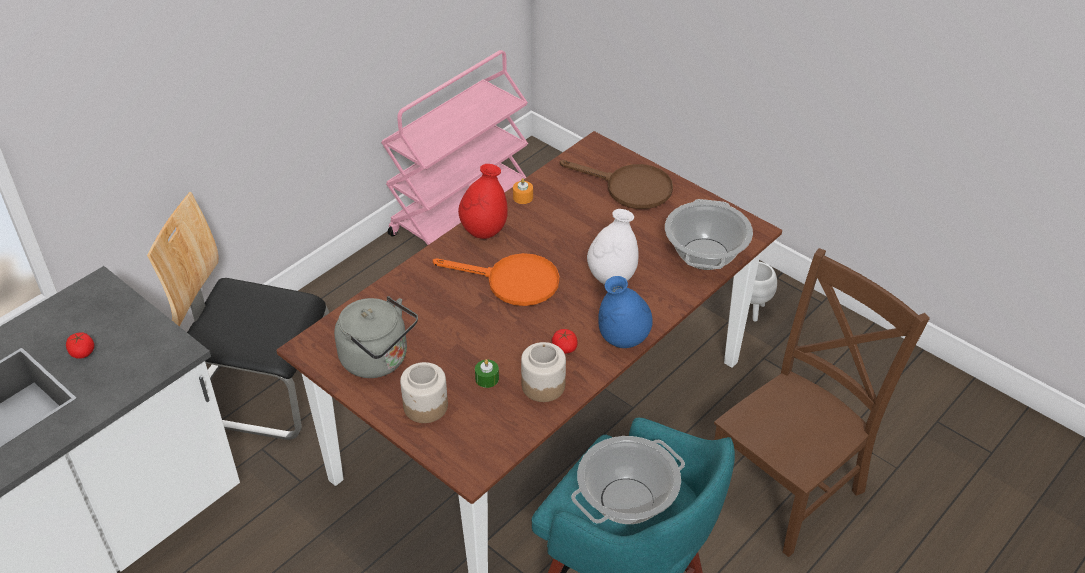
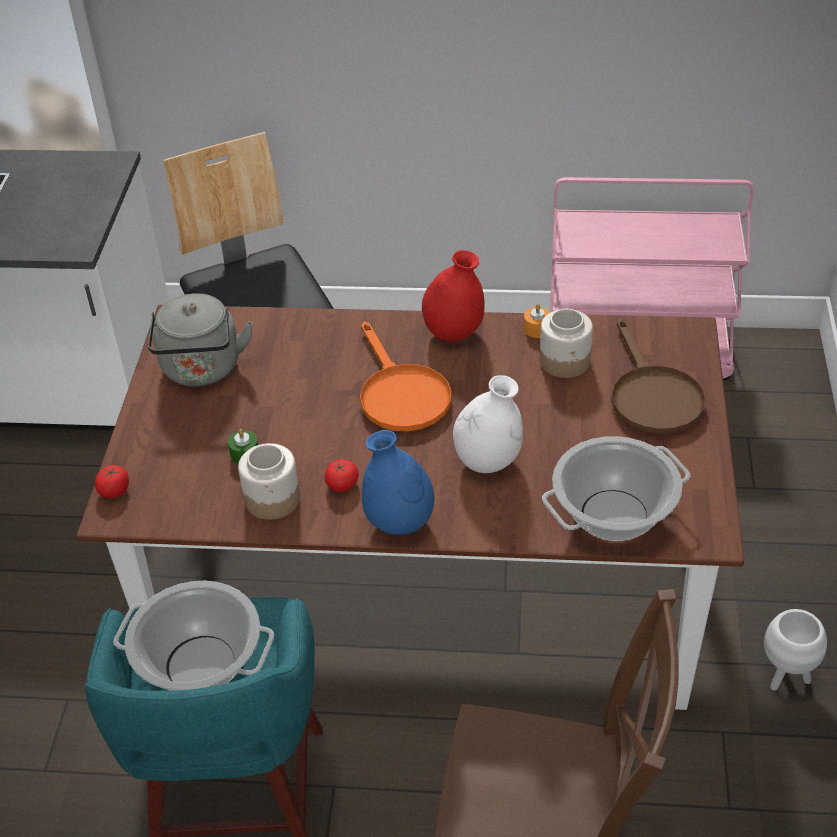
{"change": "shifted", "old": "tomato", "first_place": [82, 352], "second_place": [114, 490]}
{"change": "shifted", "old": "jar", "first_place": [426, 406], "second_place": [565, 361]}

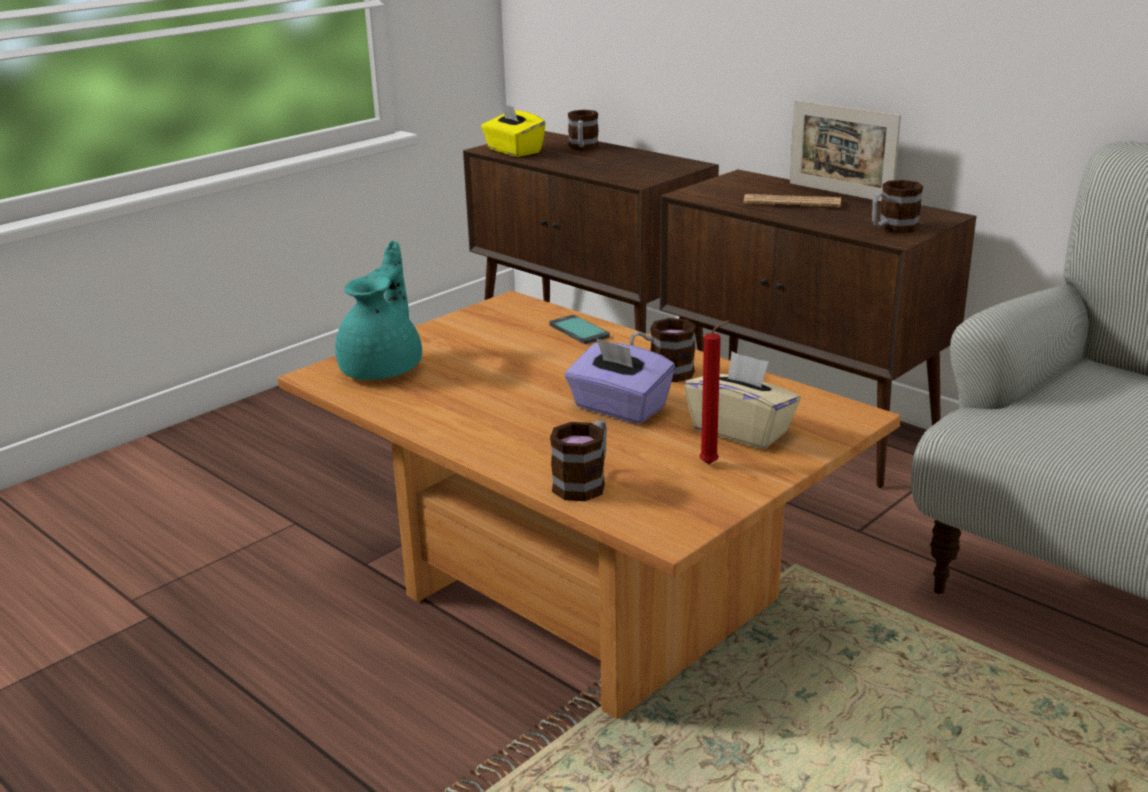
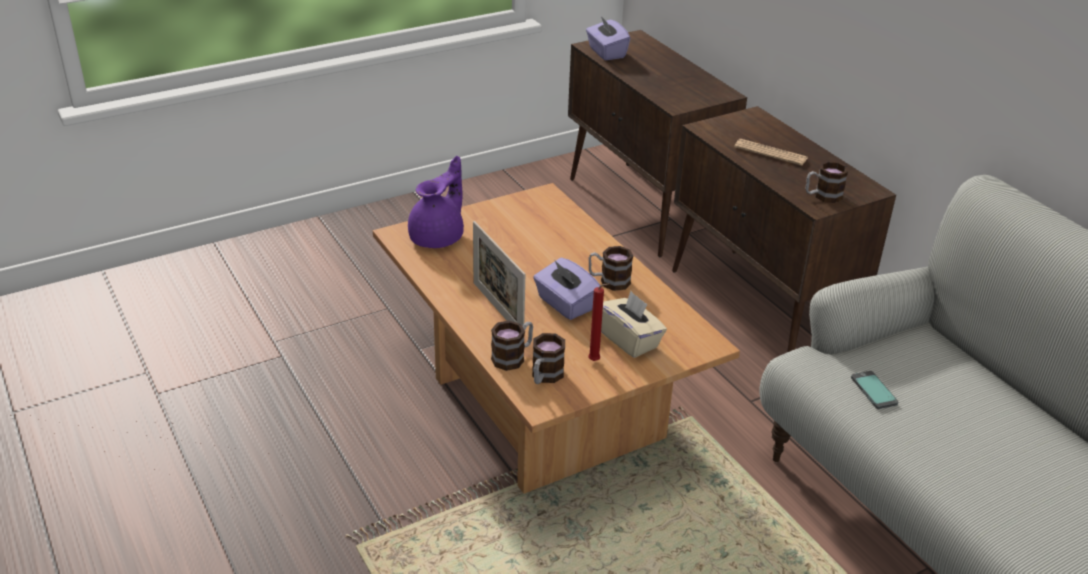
{"change": "shifted", "old": "picture frame", "first_place": [839, 193], "second_place": [497, 309]}
{"change": "repainted", "old": "yellow tissue box", "new": "purple tissue box", "first_place": [513, 151], "second_place": [606, 52]}
{"change": "shifted", "old": "mug", "first_place": [583, 148], "second_place": [545, 377]}
{"change": "repainted", "old": "turquoise teapot", "new": "purple teapot", "first_place": [384, 368], "second_place": [438, 237]}
{"change": "shifted", "old": "phone", "first_place": [578, 331], "second_place": [873, 391]}

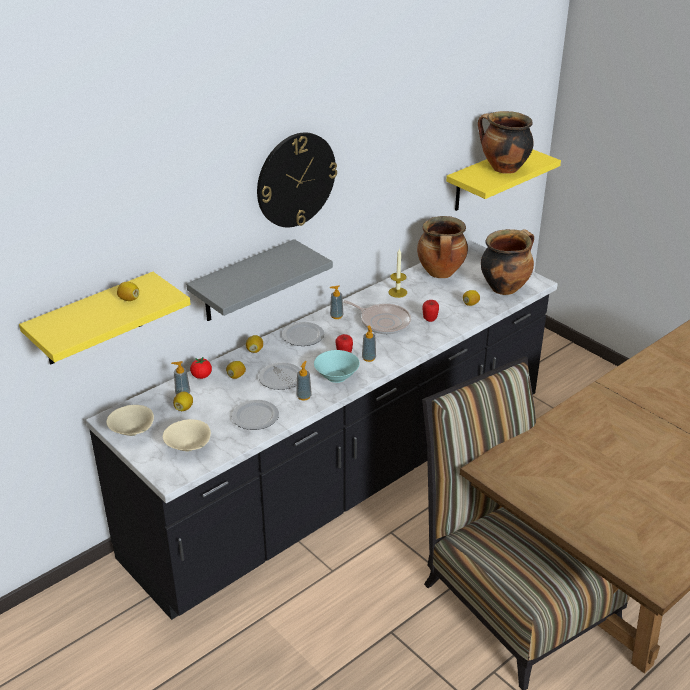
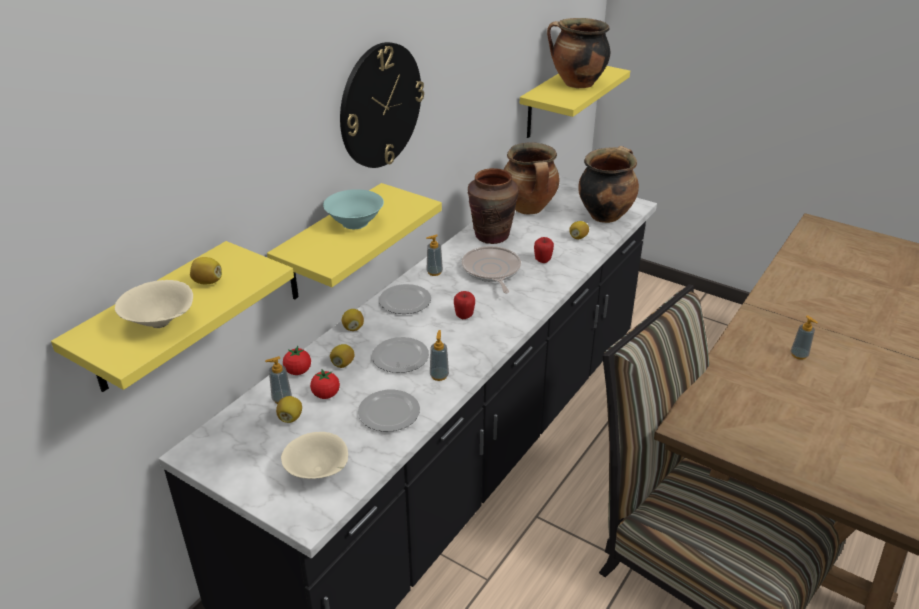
{"change": "repainted", "old": "grey shelf", "new": "yellow shelf", "first_place": [243, 282], "second_place": [330, 243]}
{"change": "swapped", "old": "candle", "new": "brown vase", "first_place": [397, 292], "second_place": [491, 236]}
{"change": "rotated", "old": "frying pan", "first_place": [383, 322], "second_place": [491, 271], "degrees": -120}
{"change": "shifted", "old": "soap dispenser", "first_place": [369, 358], "second_place": [799, 355]}
{"change": "shifted", "old": "turquoise bowl", "first_place": [337, 377], "second_place": [355, 223]}
{"change": "shifted", "old": "beige bowl", "first_place": [133, 433], "second_place": [161, 324]}
{"change": "new", "new": "tomato", "second_place": [326, 395]}

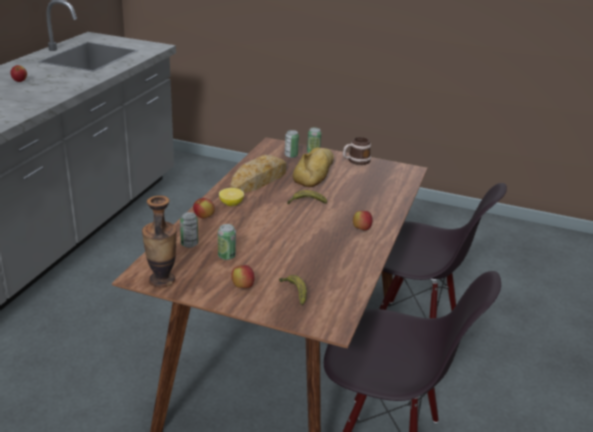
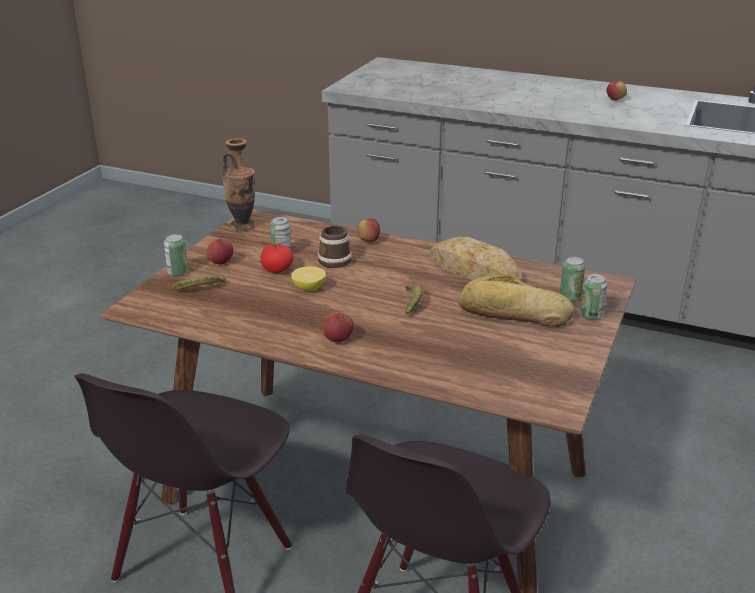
{"change": "shifted", "old": "mug", "first_place": [355, 161], "second_place": [333, 259]}
{"change": "shifted", "old": "lemon", "first_place": [231, 204], "second_place": [309, 288]}
{"change": "shifted", "old": "can", "first_place": [189, 244], "second_place": [178, 272]}
{"change": "new", "new": "tomato", "second_place": [277, 270]}

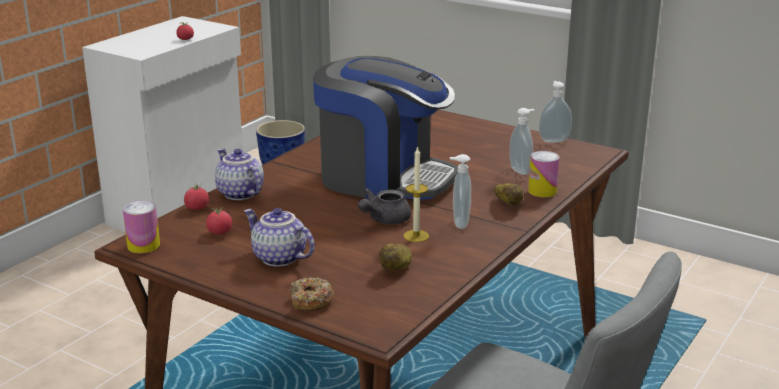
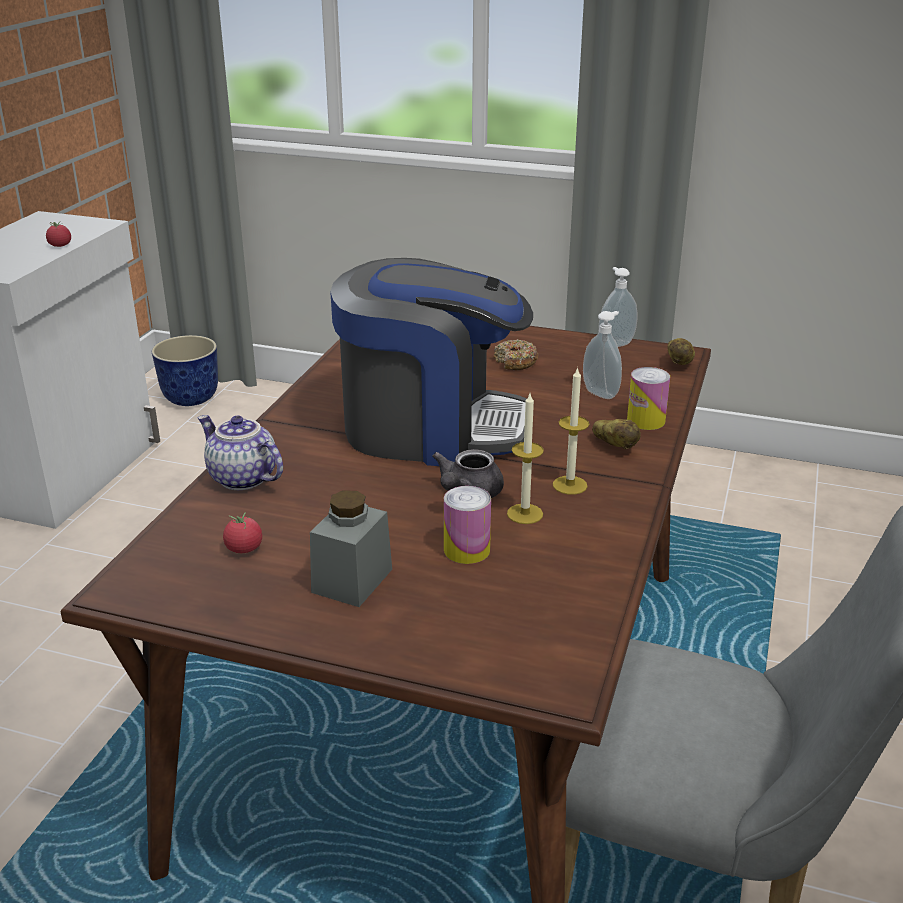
{"change": "swapped", "old": "soap dispenser", "new": "candle", "first_place": [459, 223], "second_place": [569, 485]}
{"change": "gone", "old": "tomato", "first_place": [197, 208]}
{"change": "shifted", "old": "can", "first_place": [143, 245], "second_place": [467, 550]}
{"change": "swapped", "old": "teapot", "new": "grey jar", "first_place": [278, 258], "second_place": [352, 580]}
{"change": "shifted", "old": "potato", "first_place": [397, 268], "second_place": [680, 363]}
{"change": "shifted", "old": "donut", "first_place": [311, 301], "second_place": [515, 362]}

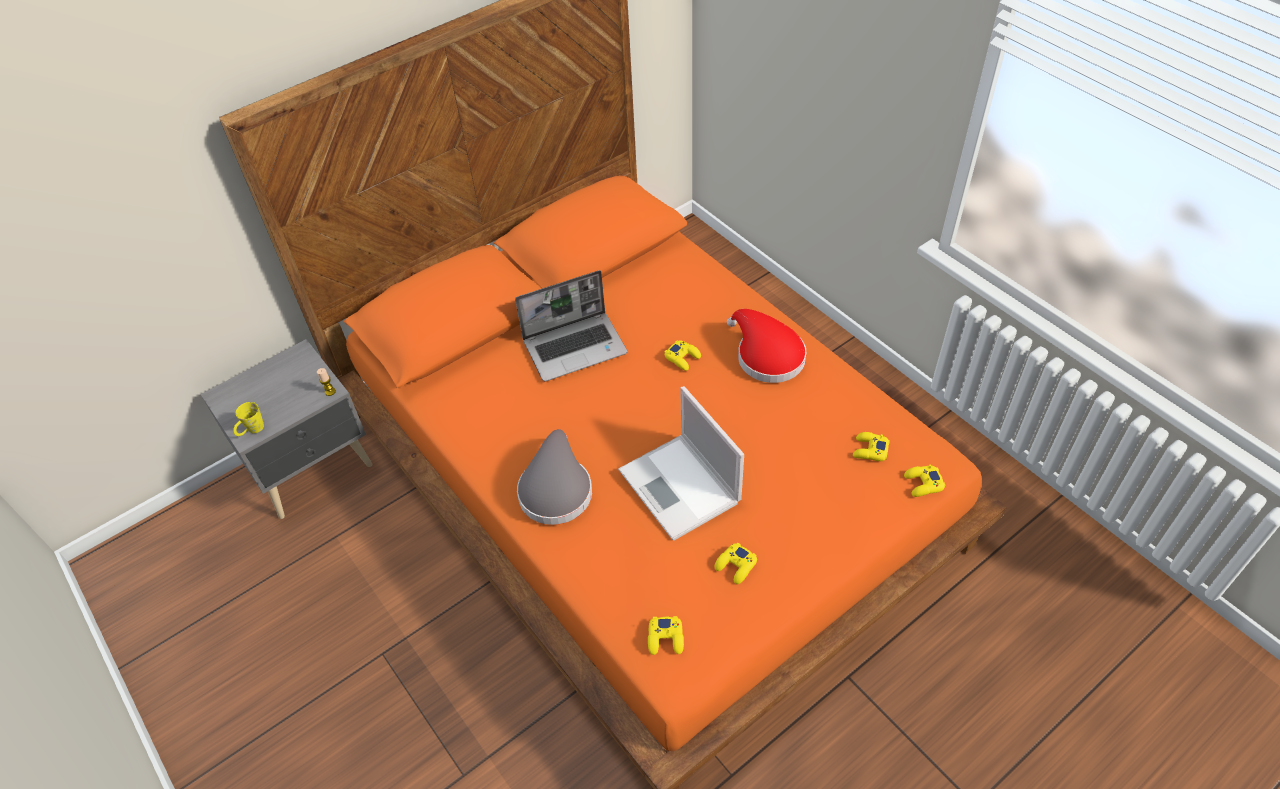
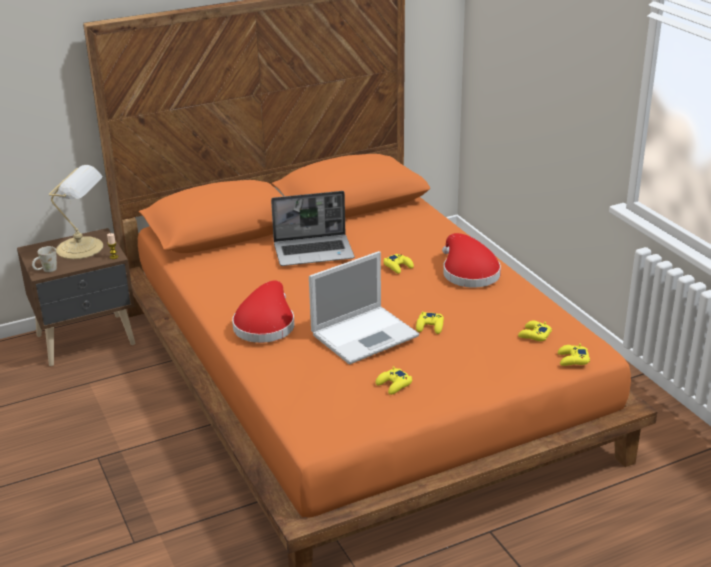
{"change": "repainted", "old": "grey nightstand", "new": "brown nightstand", "first_place": [313, 469], "second_place": [87, 341]}
{"change": "rotated", "old": "laptop", "first_place": [681, 487], "second_place": [366, 334], "degrees": -105}
{"change": "repainted", "old": "yellow mug", "new": "white mug", "first_place": [252, 431], "second_place": [46, 270]}
{"change": "repainted", "old": "grey hat", "new": "red hat", "first_place": [555, 488], "second_place": [265, 324]}
{"change": "shifted", "old": "yellow game controller", "first_place": [666, 638], "second_place": [430, 326]}
{"change": "new", "new": "table lamp", "second_place": [82, 248]}

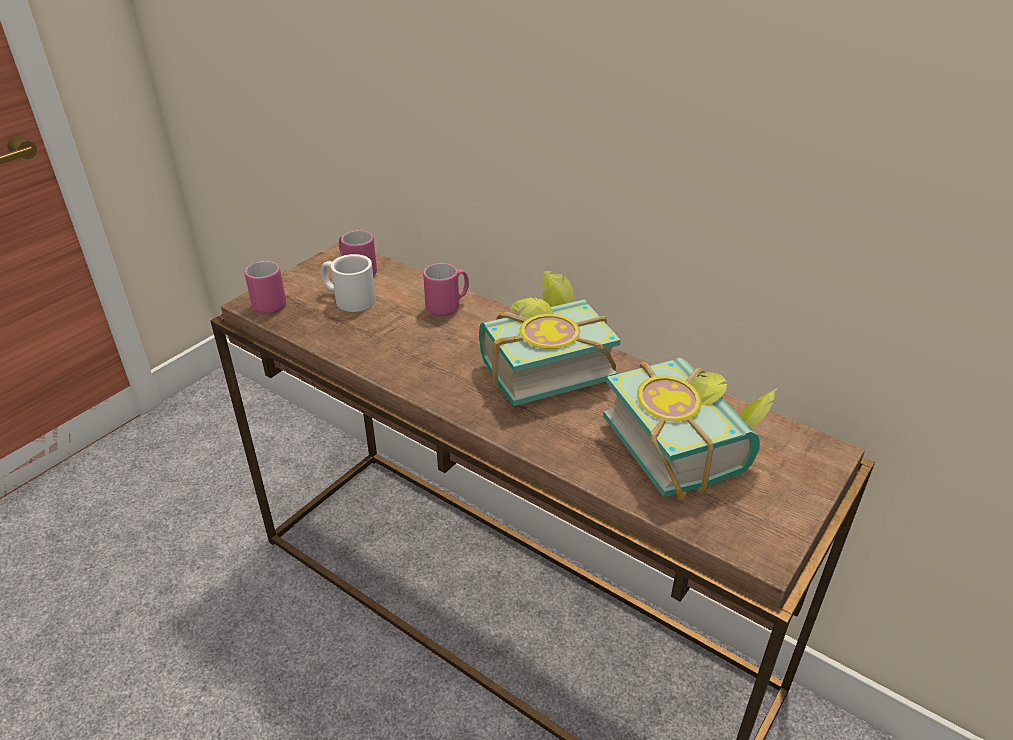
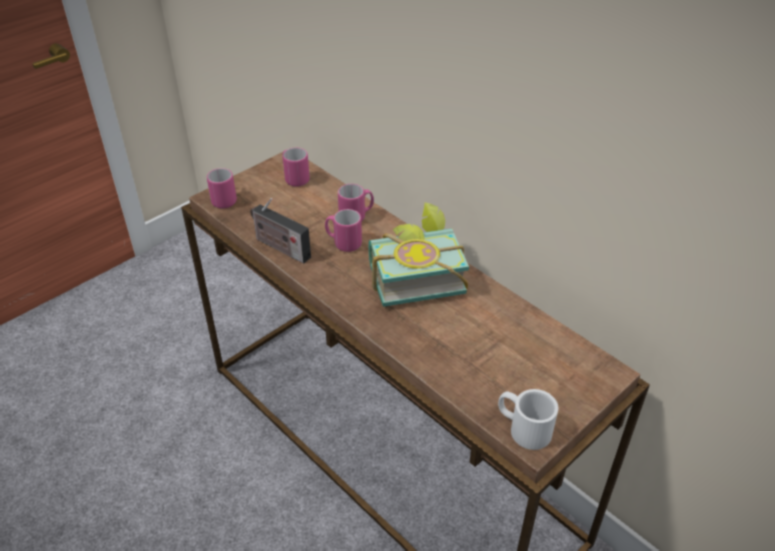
{"change": "shifted", "old": "white mug", "first_place": [348, 298], "second_place": [522, 428]}
{"change": "gone", "old": "book", "first_place": [687, 445]}
{"change": "new", "new": "radio", "second_place": [280, 247]}
{"change": "new", "new": "pink mug", "second_place": [343, 243]}

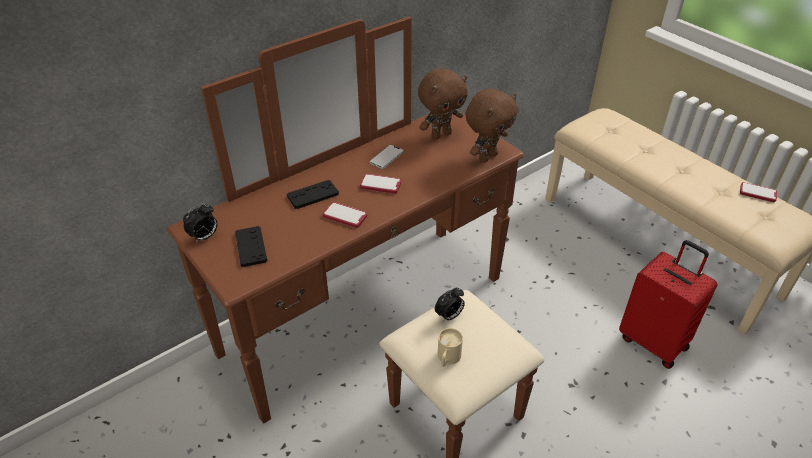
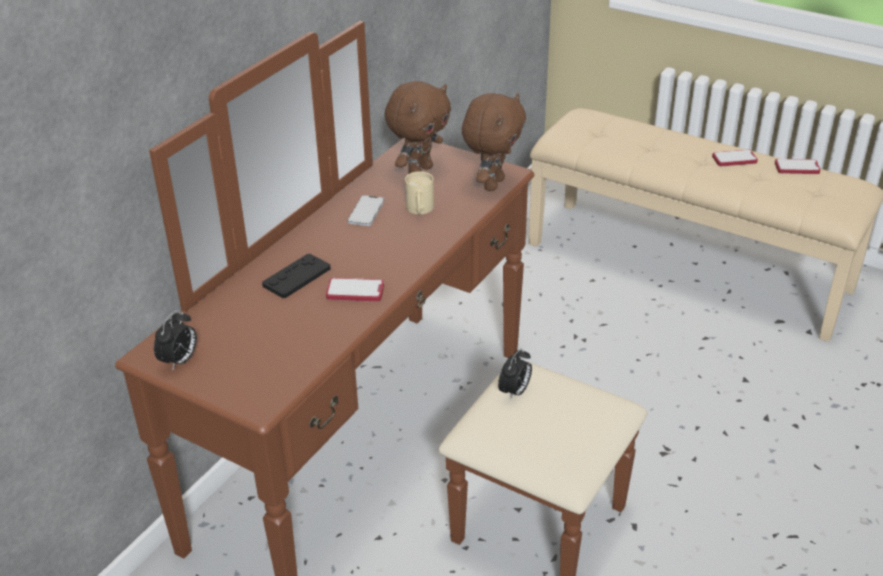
{"change": "shifted", "old": "phone", "first_place": [380, 185], "second_place": [734, 159]}
{"change": "gone", "old": "black game controller", "first_place": [251, 247]}
{"change": "gone", "old": "red suitcase", "first_place": [654, 342]}
{"change": "shifted", "old": "beige mug", "first_place": [447, 359], "second_place": [419, 210]}

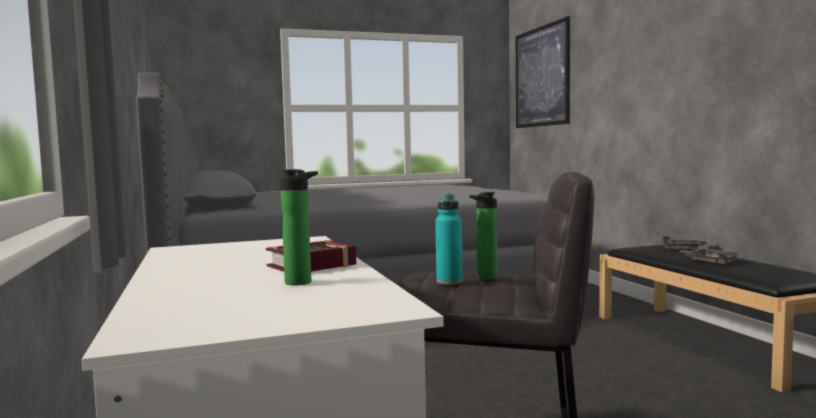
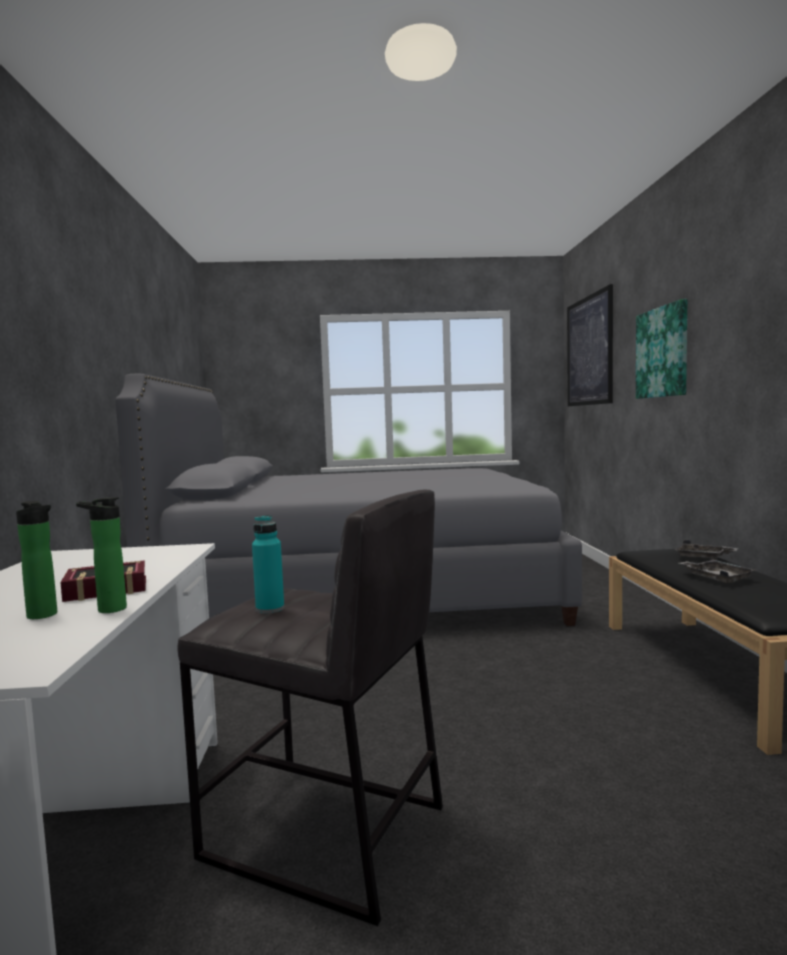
{"change": "shifted", "old": "bottle", "first_place": [484, 278], "second_place": [107, 610]}
{"change": "new", "new": "picture", "second_place": [662, 352]}

